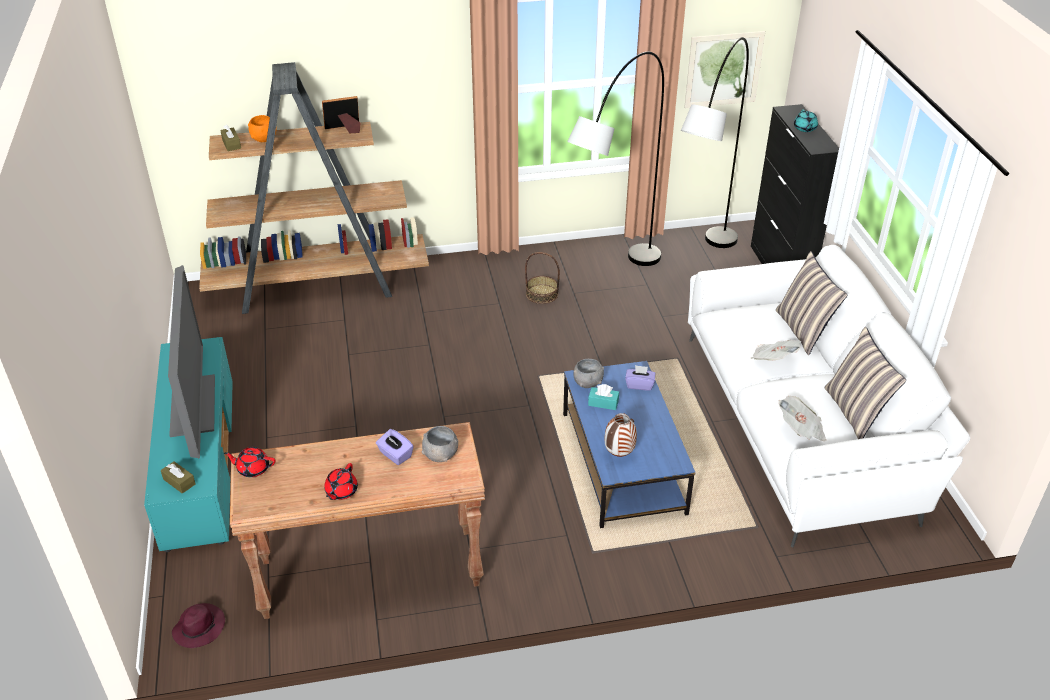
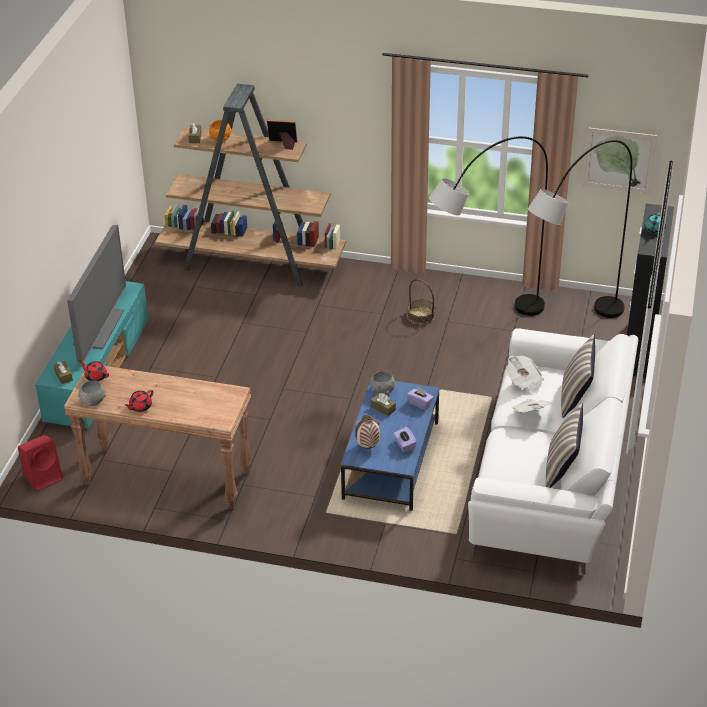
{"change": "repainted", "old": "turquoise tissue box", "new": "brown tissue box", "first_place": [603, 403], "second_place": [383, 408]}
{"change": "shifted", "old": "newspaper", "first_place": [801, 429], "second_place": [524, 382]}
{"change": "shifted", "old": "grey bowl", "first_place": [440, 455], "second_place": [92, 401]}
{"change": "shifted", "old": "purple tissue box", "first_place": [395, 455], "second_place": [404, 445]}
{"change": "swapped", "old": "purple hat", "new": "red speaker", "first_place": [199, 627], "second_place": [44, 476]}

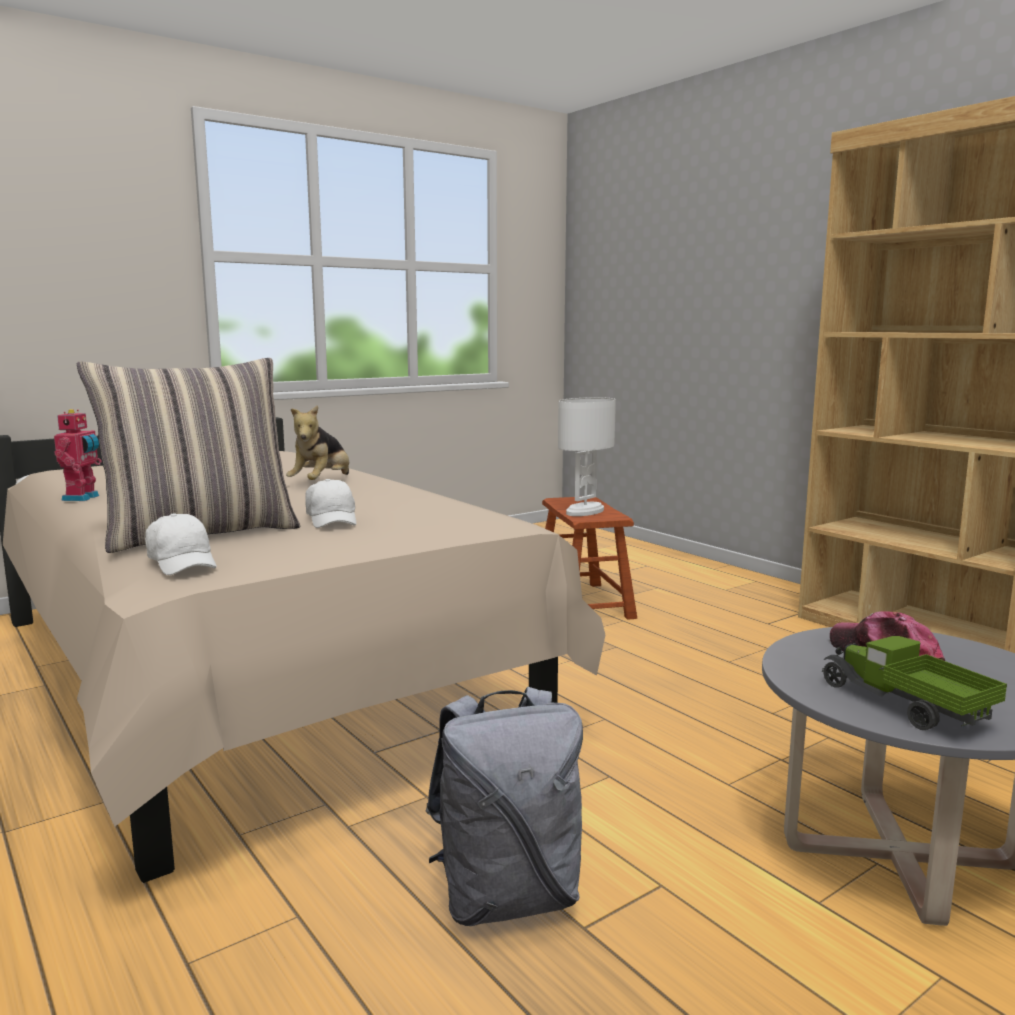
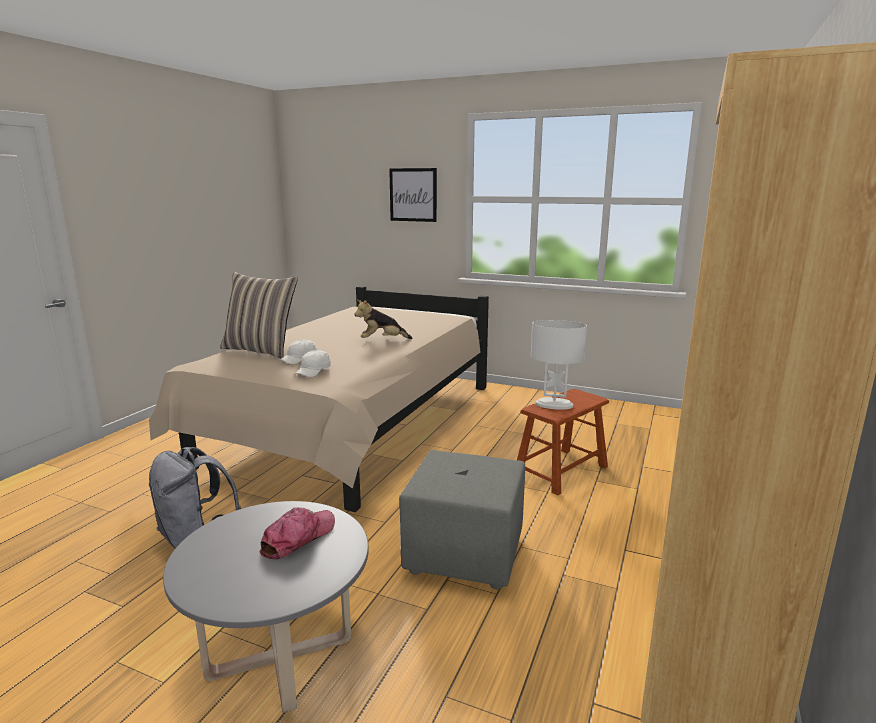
{"change": "gone", "old": "toy robot", "first_place": [83, 498]}
{"change": "shifted", "old": "white cap", "first_place": [183, 563], "second_place": [313, 371]}
{"change": "gone", "old": "toy truck", "first_place": [904, 706]}
{"change": "new", "new": "picture", "second_place": [413, 195]}
{"change": "new", "new": "grey ottoman", "second_place": [465, 555]}

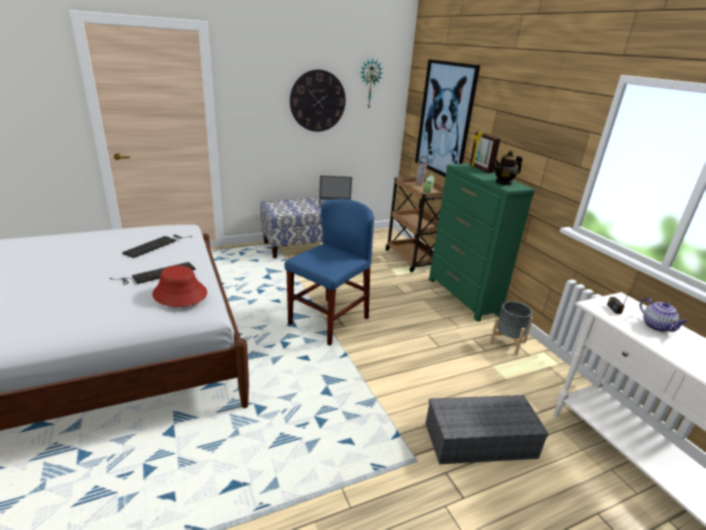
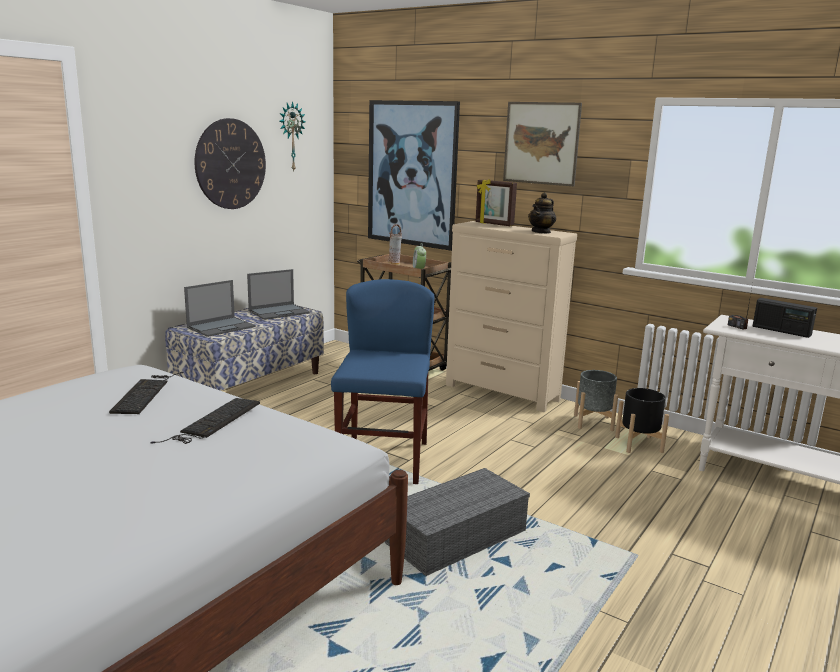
{"change": "repainted", "old": "green dresser", "new": "beige dresser", "first_place": [463, 297], "second_place": [502, 393]}
{"change": "gone", "old": "red hat", "first_place": [180, 294]}
{"change": "swapped", "old": "teapot", "new": "radio", "first_place": [657, 326], "second_place": [781, 331]}
{"change": "shifted", "old": "grey storage box", "first_place": [479, 441], "second_place": [456, 539]}
{"change": "new", "new": "picture", "second_place": [541, 143]}
{"change": "new", "new": "laptop", "second_place": [221, 327]}
{"change": "new", "new": "black planter", "second_place": [638, 444]}

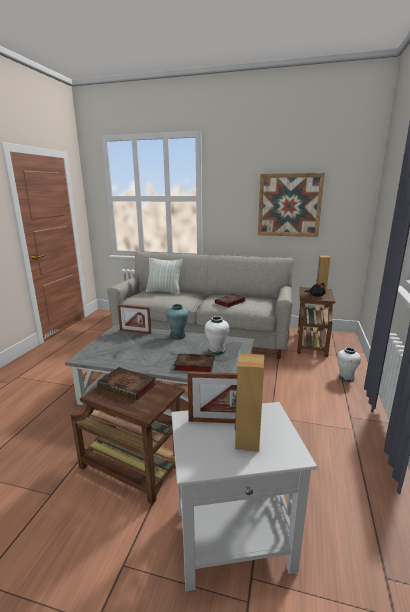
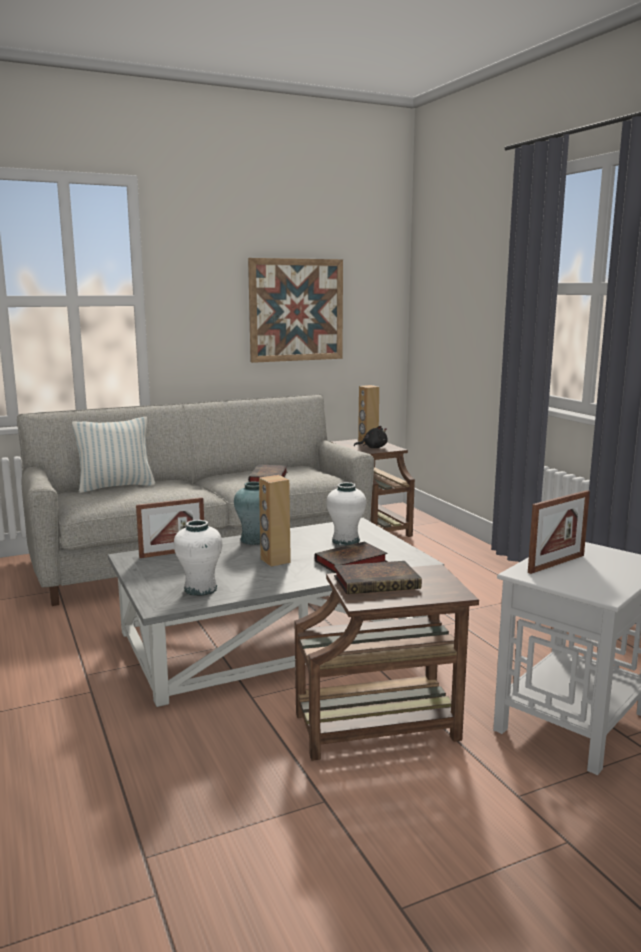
{"change": "shifted", "old": "white vase", "first_place": [346, 377], "second_place": [200, 589]}
{"change": "shifted", "old": "brown speaker", "first_place": [247, 441], "second_place": [275, 561]}

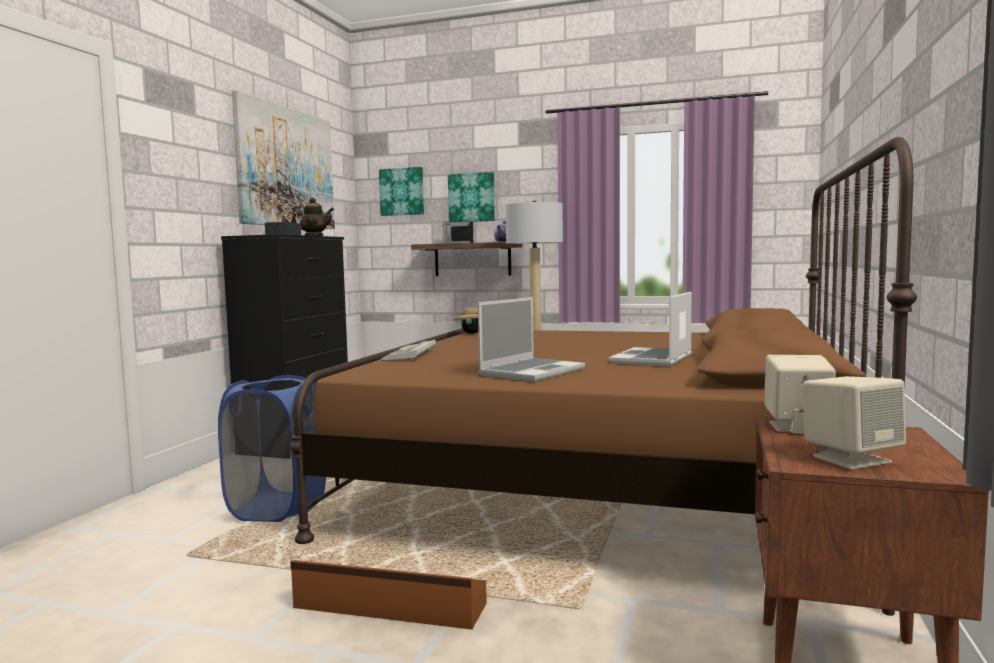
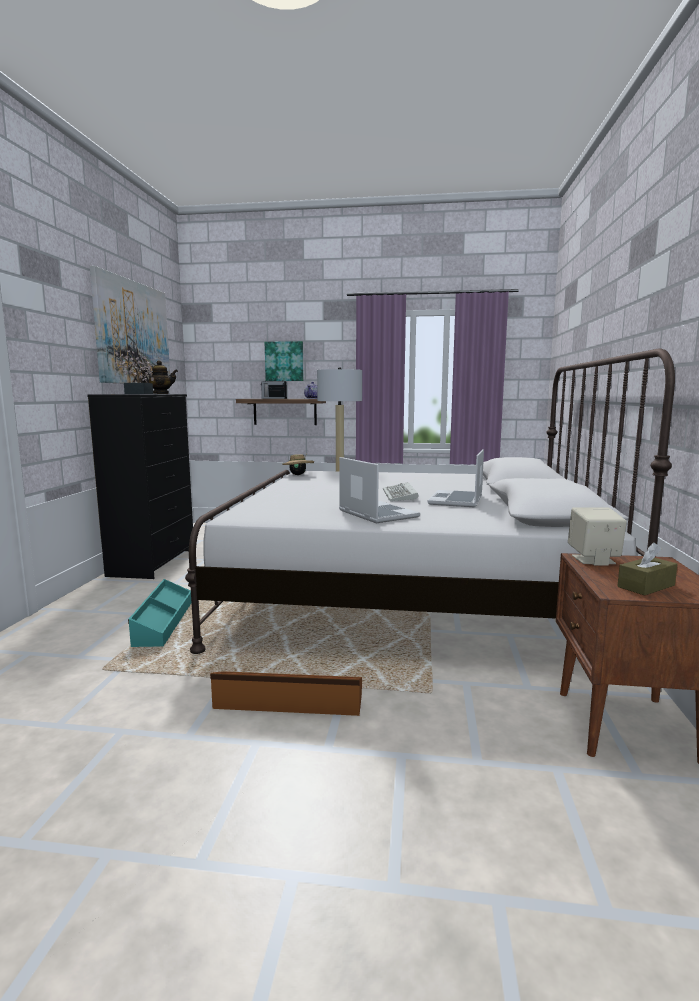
{"change": "repainted", "old": "brown bed", "new": "white bed", "first_place": [603, 484], "second_place": [411, 591]}
{"change": "gone", "old": "picture", "first_place": [402, 192]}
{"change": "rotated", "old": "laptop", "first_place": [532, 372], "second_place": [376, 514], "degrees": -60}
{"change": "shifted", "old": "keyboard", "first_place": [411, 355], "second_place": [400, 495]}
{"change": "swapped", "old": "blue laundry basket", "new": "turquoise storage box", "first_place": [278, 508], "second_place": [163, 623]}
{"change": "swapped", "old": "beige speaker", "new": "brown tissue box", "first_place": [850, 459], "second_place": [646, 586]}

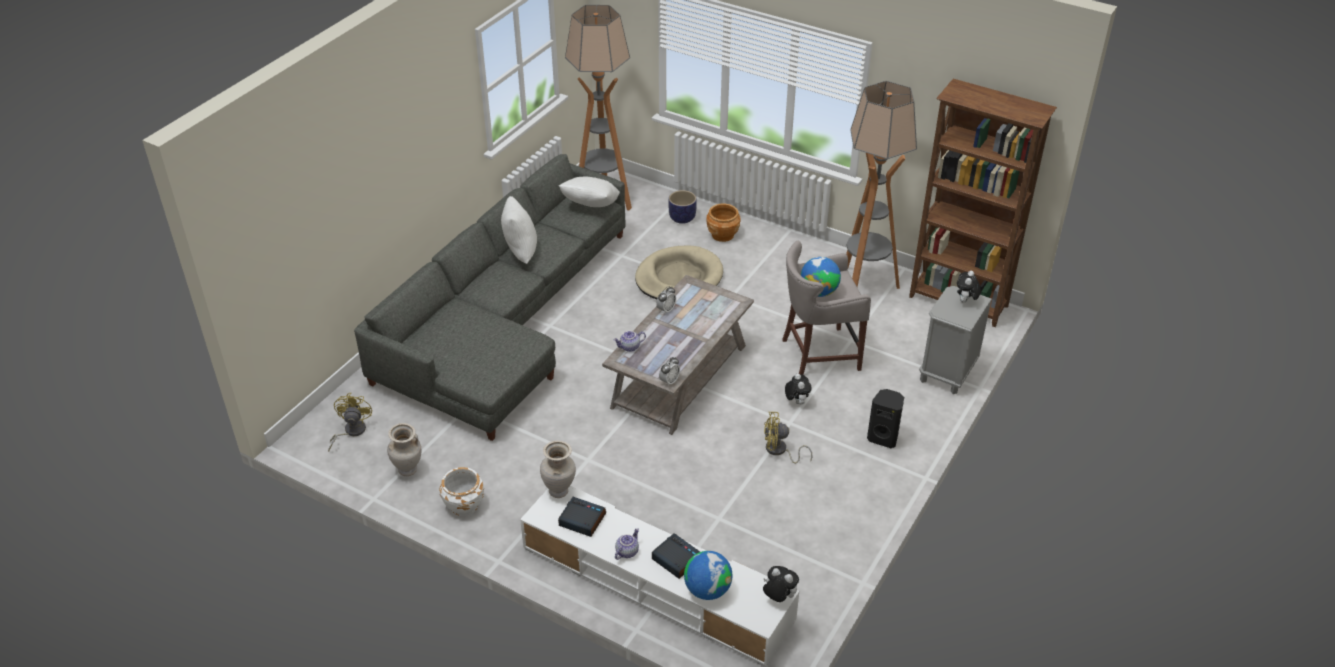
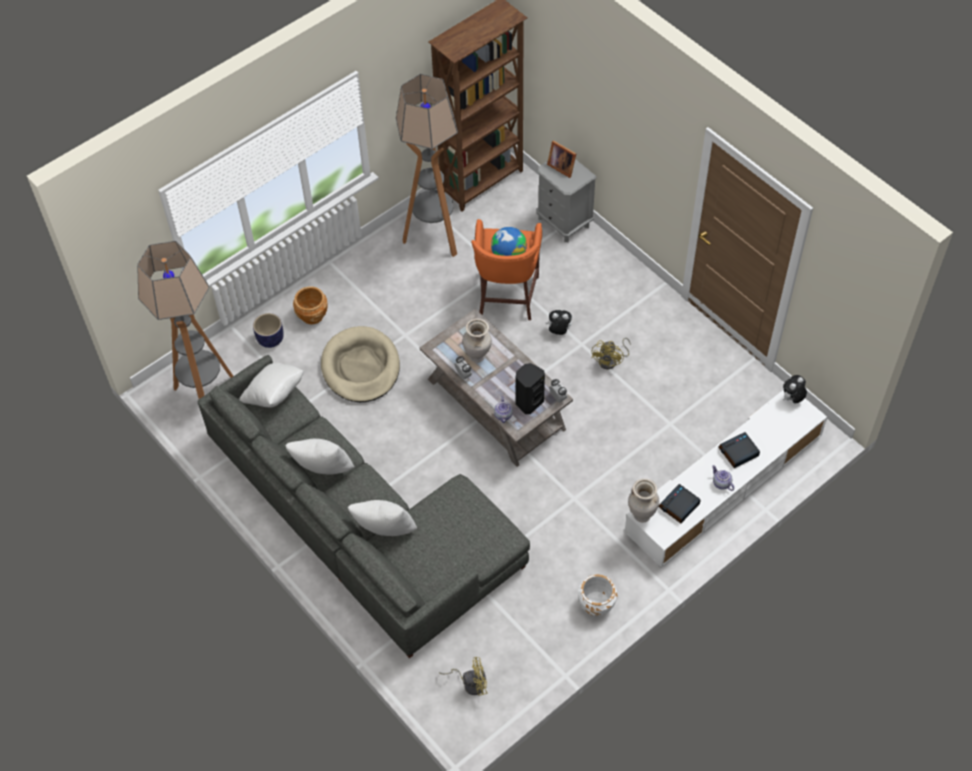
{"change": "repainted", "old": "grey stool", "new": "orange stool", "first_place": [818, 353], "second_place": [507, 298]}
{"change": "swapped", "old": "plush toy", "new": "picture frame", "first_place": [965, 301], "second_place": [561, 166]}
{"change": "shifted", "old": "black speaker", "first_place": [883, 437], "second_place": [528, 402]}
{"change": "rotated", "old": "yellow fan", "first_place": [351, 432], "second_place": [470, 683], "degrees": 150}
{"change": "shifted", "old": "beige vase", "first_place": [408, 471], "second_place": [477, 356]}
{"change": "gone", "old": "globe", "first_place": [707, 590]}
{"change": "new", "new": "white pillow", "second_place": [385, 532]}

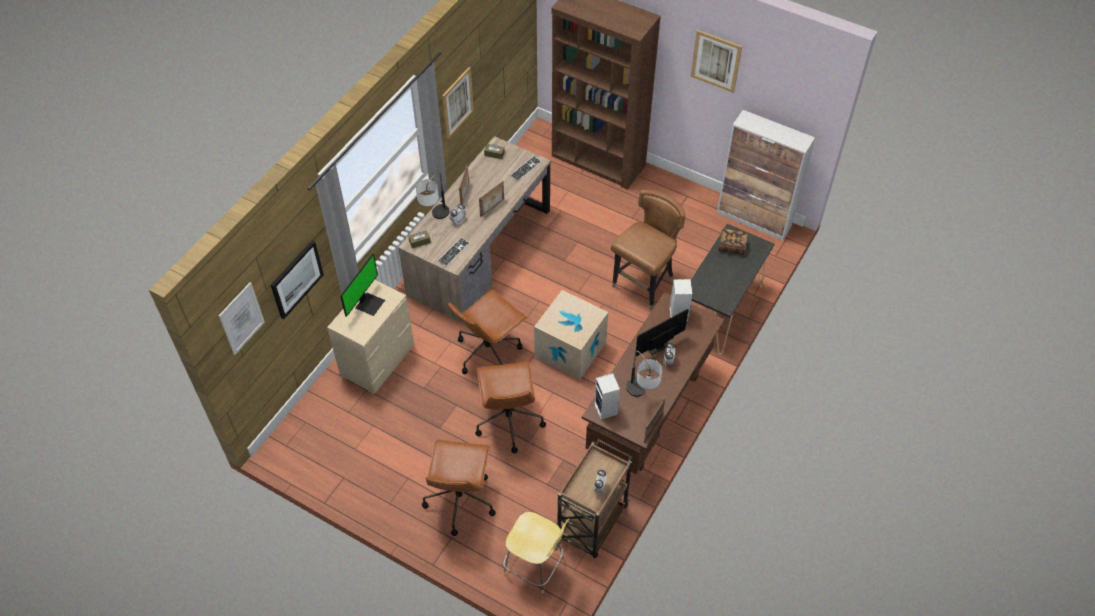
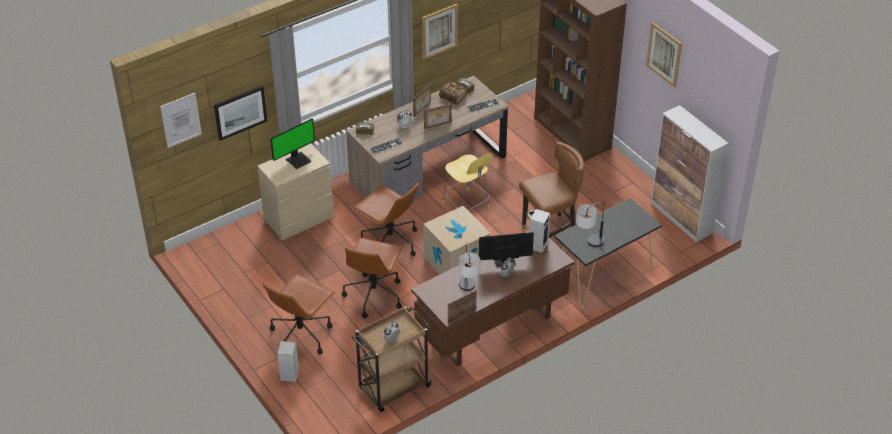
{"change": "shifted", "old": "table lamp", "first_place": [435, 217], "second_place": [588, 244]}
{"change": "shifted", "old": "book", "first_place": [732, 246], "second_place": [453, 97]}
{"change": "rotated", "old": "brown office chair", "first_place": [489, 352], "second_place": [389, 242], "degrees": -120}
{"change": "shifted", "old": "speaker", "first_place": [606, 410], "second_place": [290, 375]}
{"change": "shifted", "old": "yellow stool", "first_place": [535, 566], "second_place": [466, 206]}

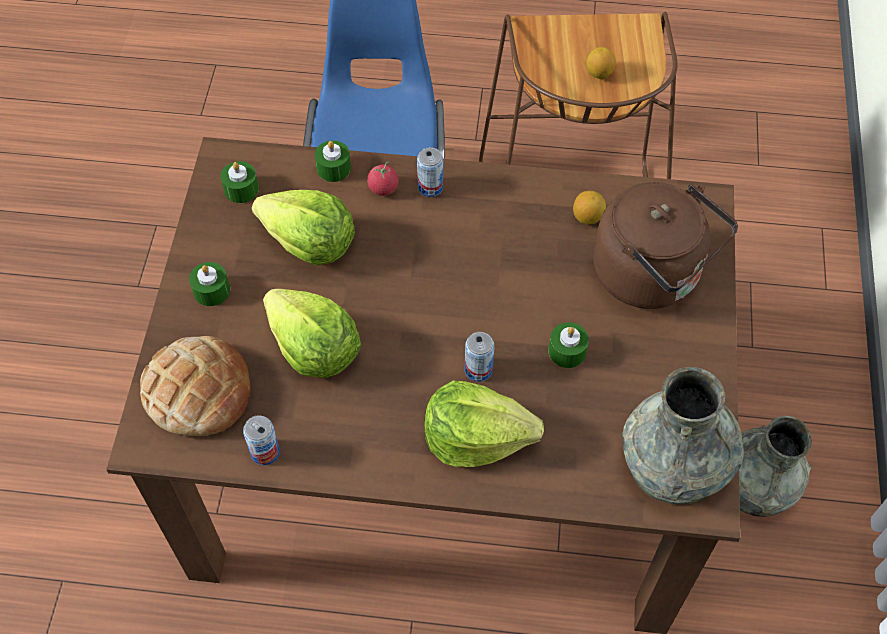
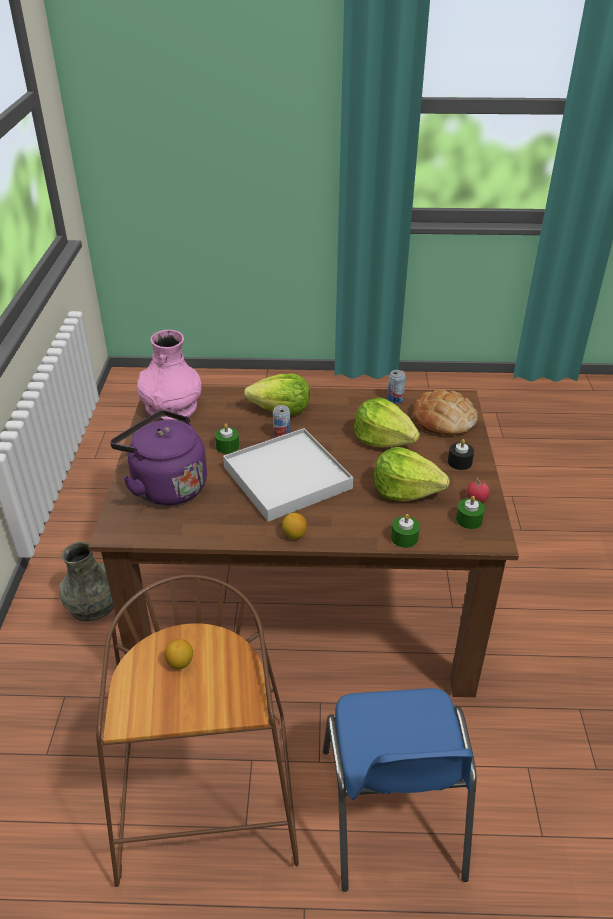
{"change": "gone", "old": "can", "first_place": [430, 187]}
{"change": "shifted", "old": "tomato", "first_place": [383, 188], "second_place": [476, 498]}
{"change": "repainted", "old": "brown kettle", "new": "purple kettle", "first_place": [652, 276], "second_place": [166, 486]}
{"change": "shifted", "old": "lemon", "first_place": [587, 217], "second_place": [294, 535]}
{"change": "repainted", "old": "green candle", "new": "black candle", "first_place": [211, 290], "second_place": [459, 462]}
{"change": "repainted", "old": "grey vase", "new": "pink vase", "first_place": [675, 462], "second_place": [171, 407]}
{"change": "new", "new": "white tray", "second_place": [287, 478]}

